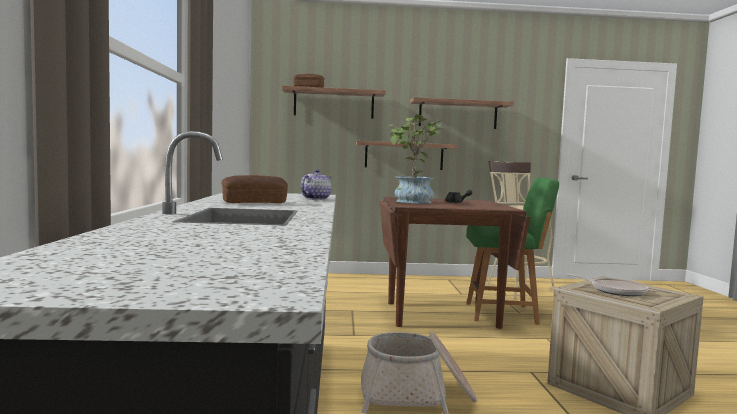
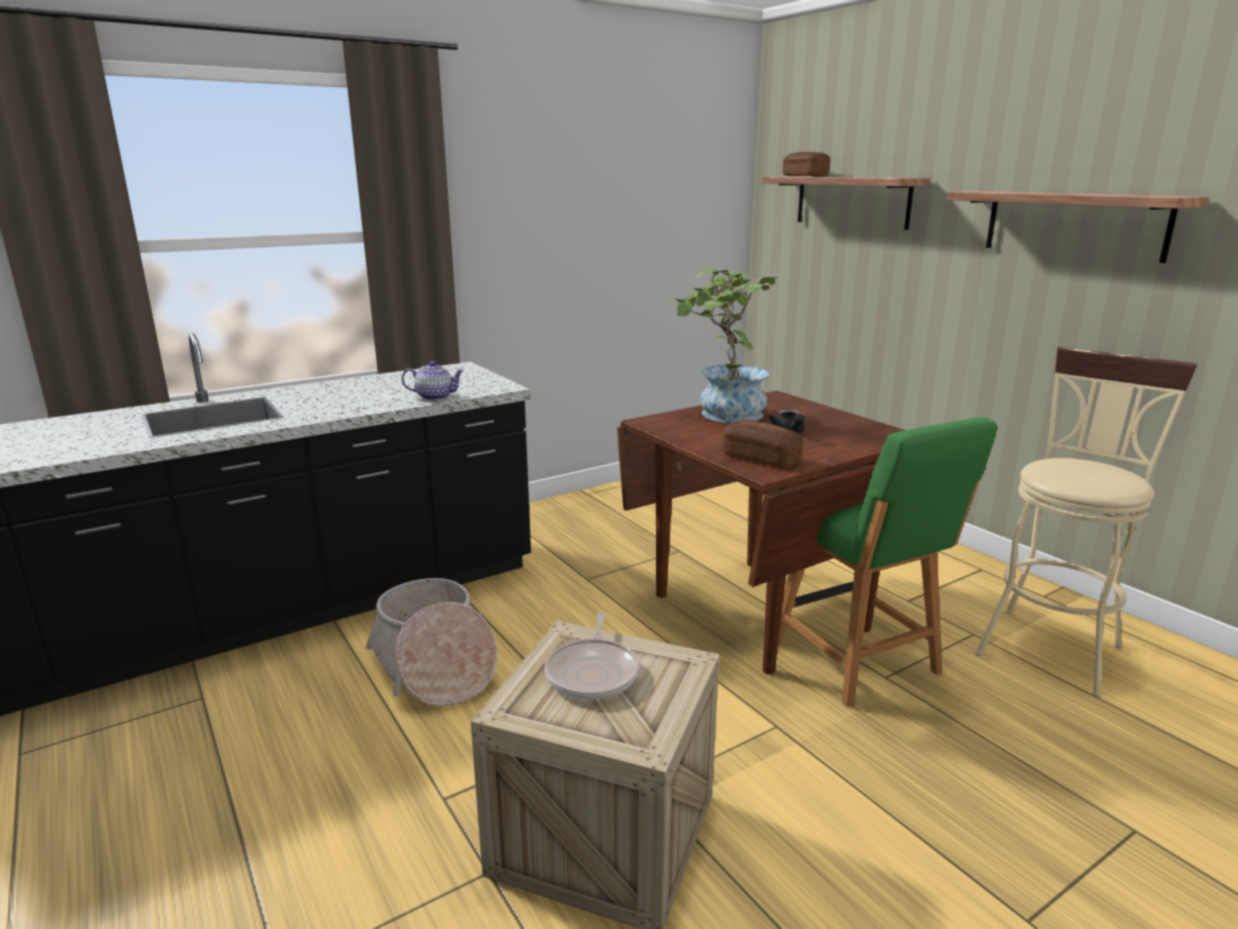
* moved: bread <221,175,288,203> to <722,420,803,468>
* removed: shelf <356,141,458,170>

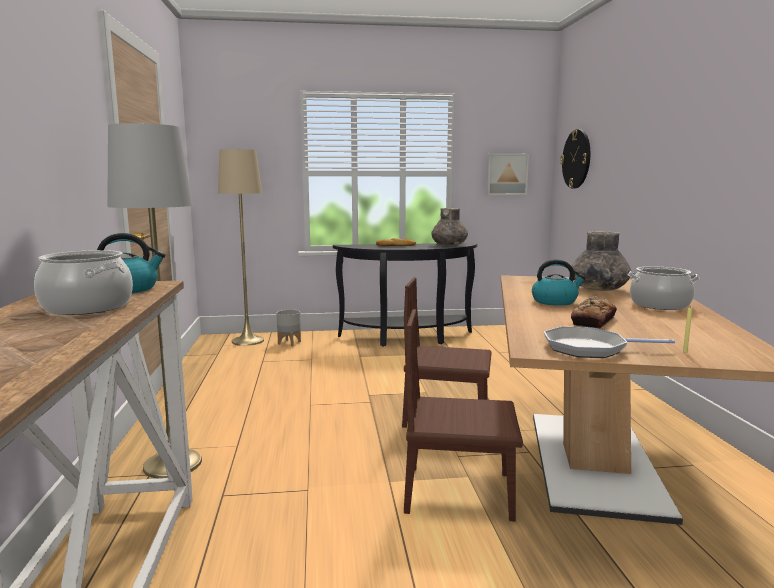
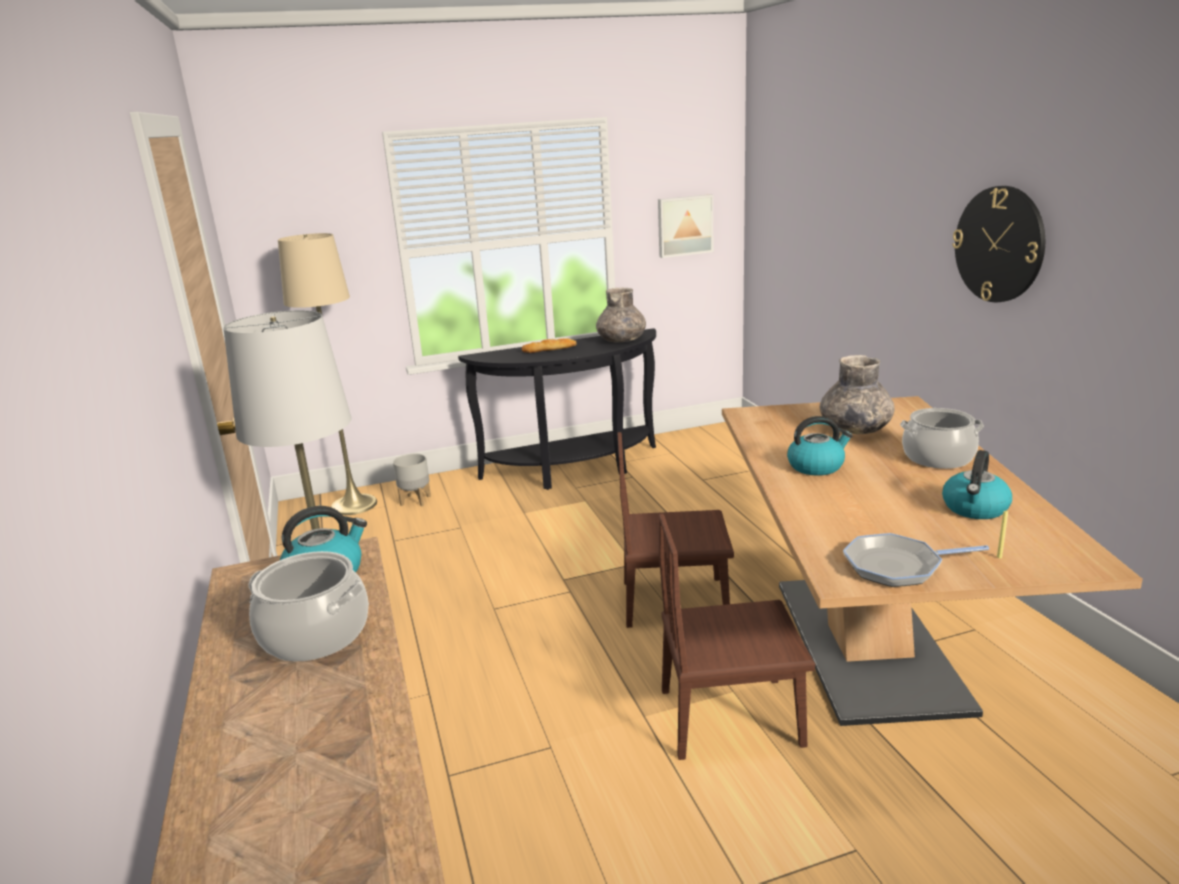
* moved: wall clock <560,129,590,189> to <952,186,1045,302>
* removed: bread <571,296,617,329>
* added: kettle <942,450,1012,519>

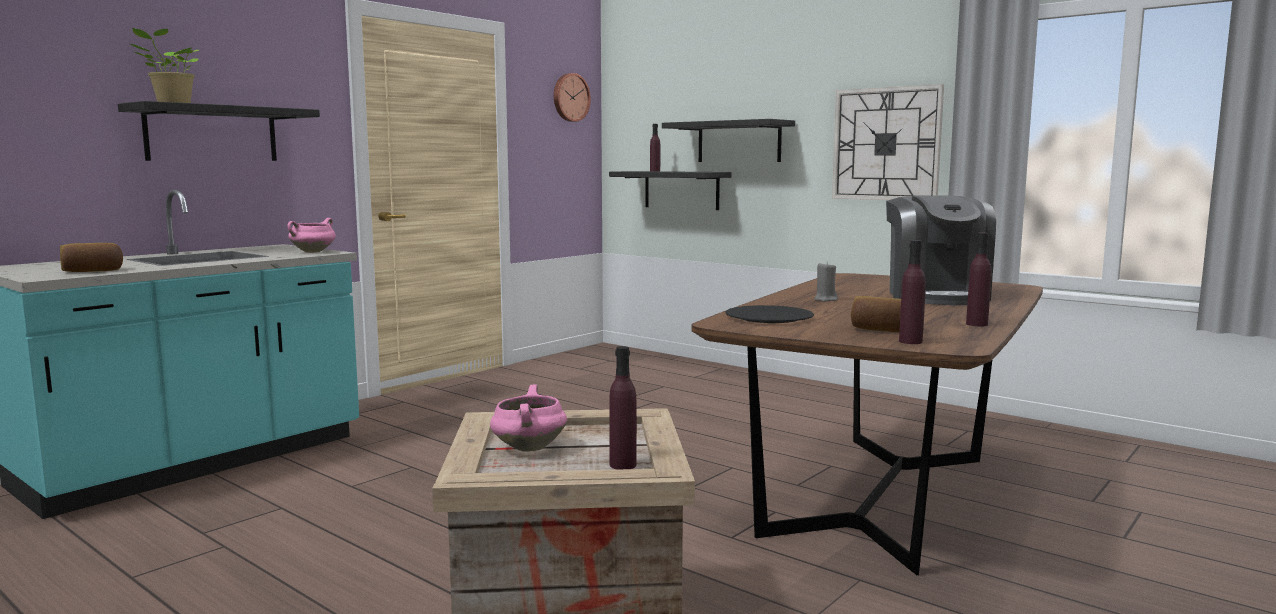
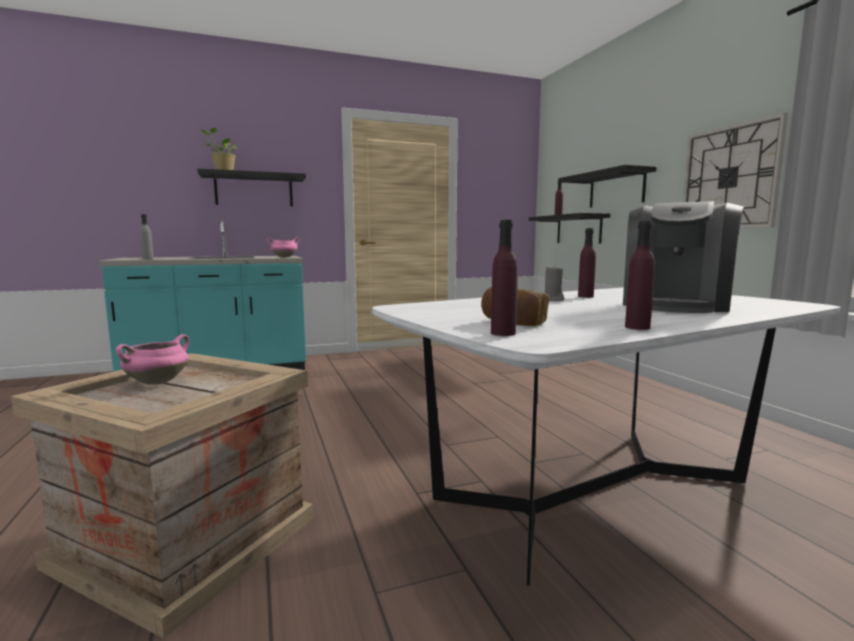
* replaced: bread <60,243,123,272> to grey bottle <140,214,154,259>
* removed: wall clock <554,73,591,122>
* moved: purple bottle <609,346,637,470> to <578,228,596,298>
* recoloured: brown dining table <691,273,1043,575> to white dining table <372,287,841,585>
* removed: black plate <725,305,814,323>

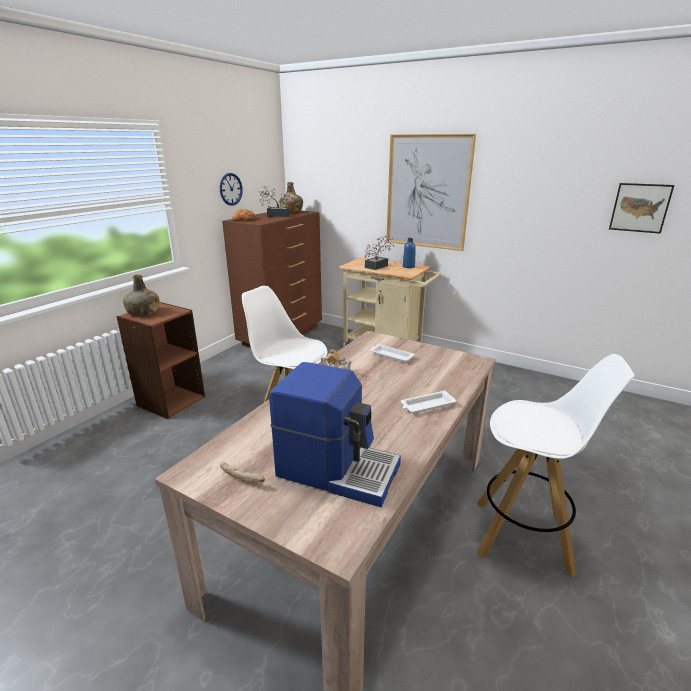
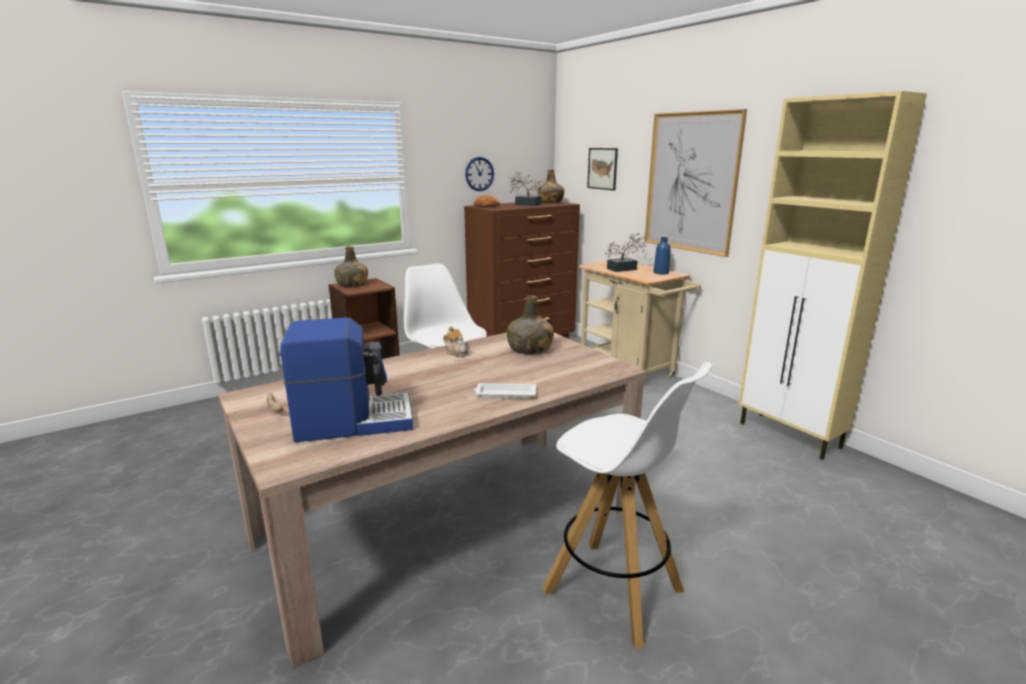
* turned: coffee machine <269,362,401,507> = <280,317,413,442> 60 degrees counterclockwise
* replaced: white tray <370,344,415,362> to green bottle <507,295,554,354>
* moved: picture <609,183,674,234> to <587,148,618,190>
* added: beige cabinet <739,91,927,460>

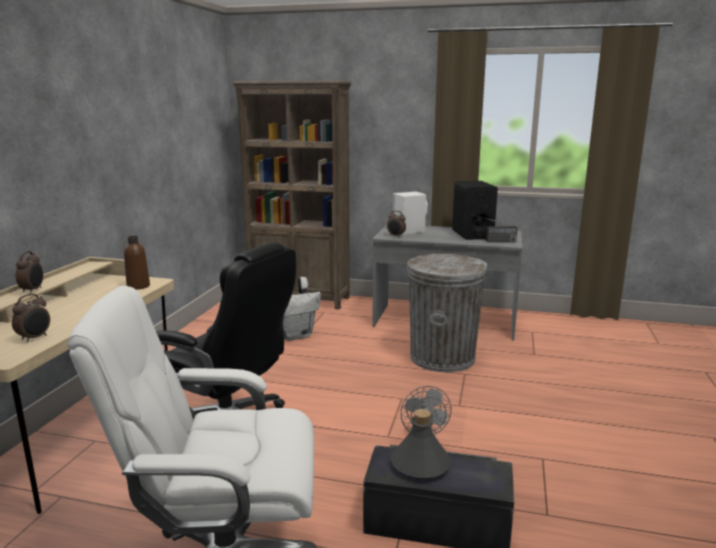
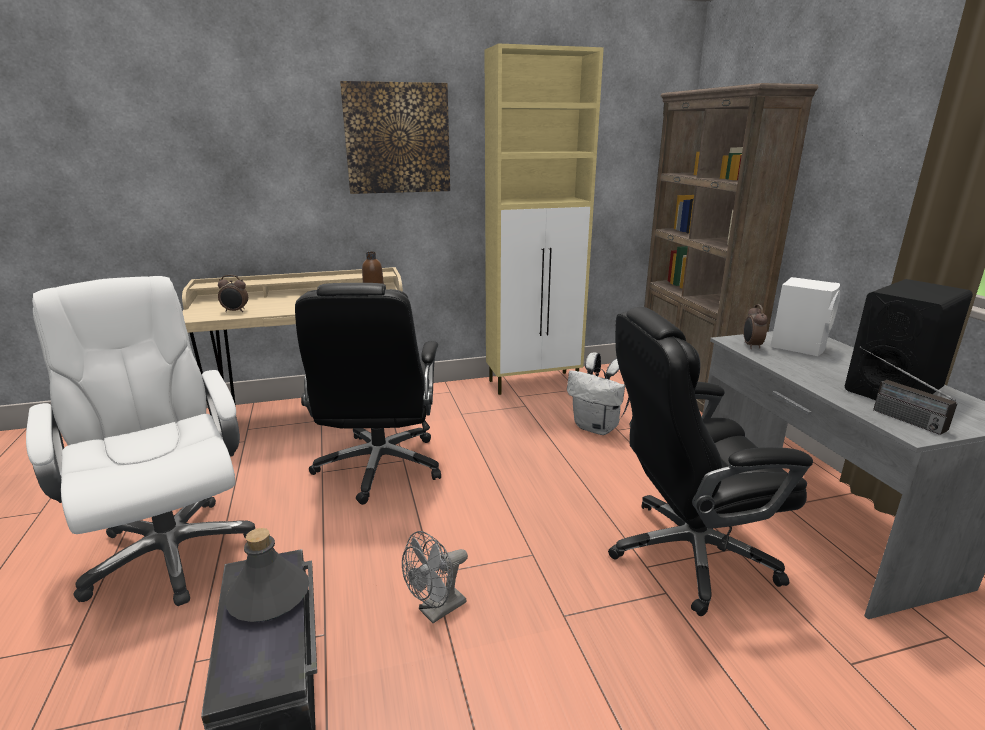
* removed: alarm clock <16,251,43,293>
* replaced: grey trash can <407,254,487,372> to black office chair <608,307,813,616>
* added: picture <340,81,450,194>
* added: beige cabinet <485,43,604,395>

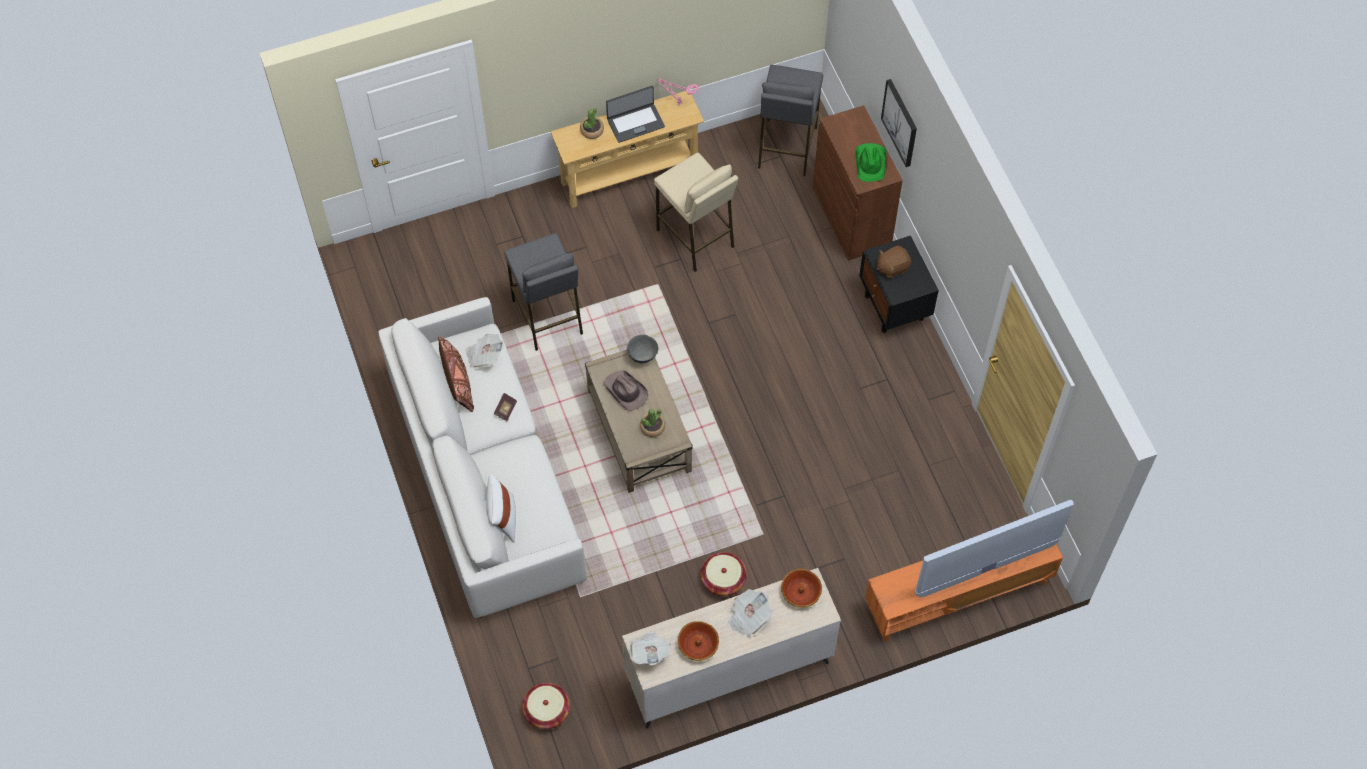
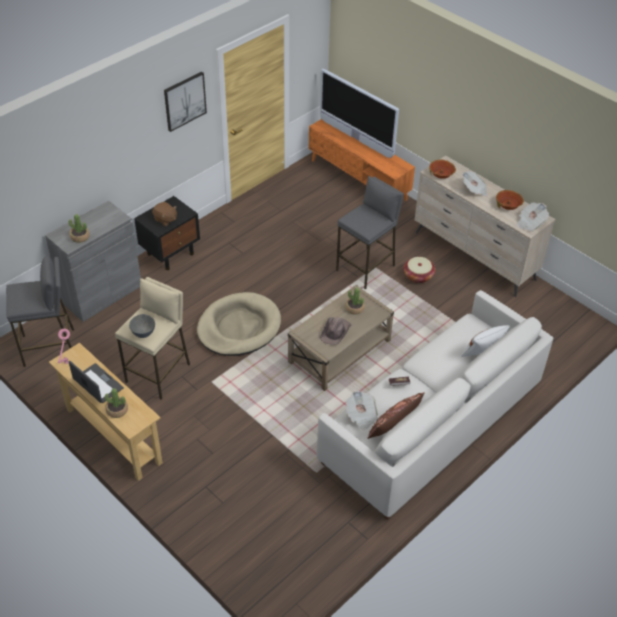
* moved: grey stool <504,233,583,351> to <336,176,404,289>
* removed: basket <522,683,570,729>
* moved: grey bowl <627,335,658,363> to <129,314,155,338>
* recoloured: brown cabinet <813,105,903,261> to grey cabinet <45,201,141,322>
* removed: green hat <856,143,887,182>
* moved: picture <881,79,917,167> to <164,72,207,132>
* added: potted plant <69,214,90,243>
* added: beige dog bed <197,292,281,356>

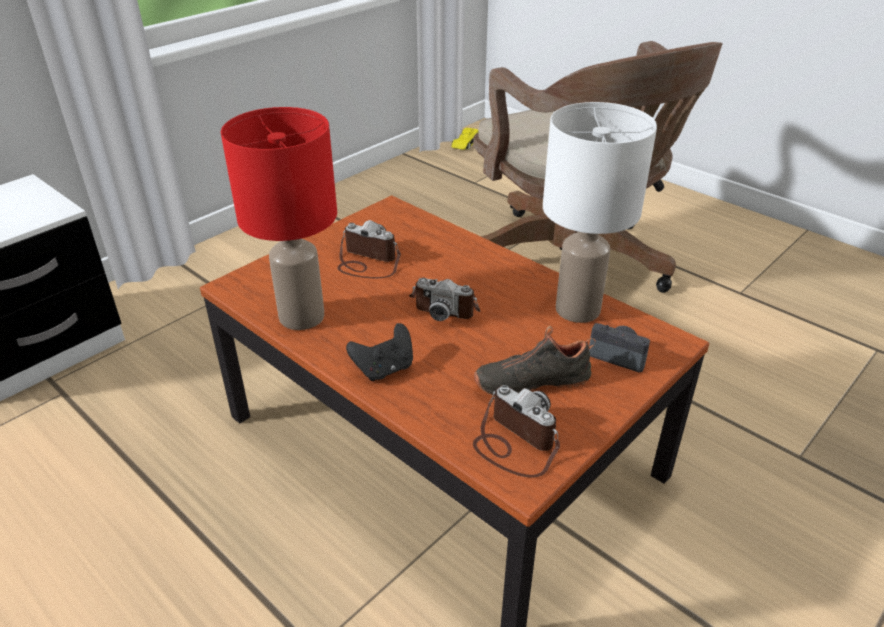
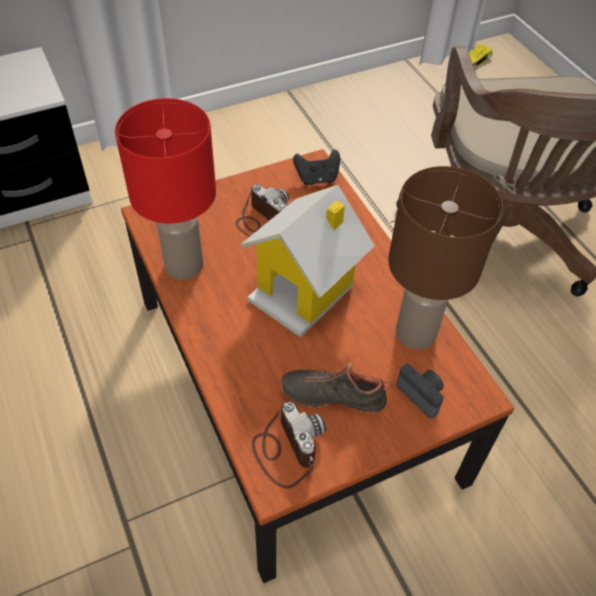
* moved: black game controller <346,323,413,381> to <293,149,340,185>
* replaced: photo camera <409,278,480,321> to toy house <240,185,375,337>
* recoloured: white table lamp <543,102,657,323> to brown table lamp <388,166,503,349>

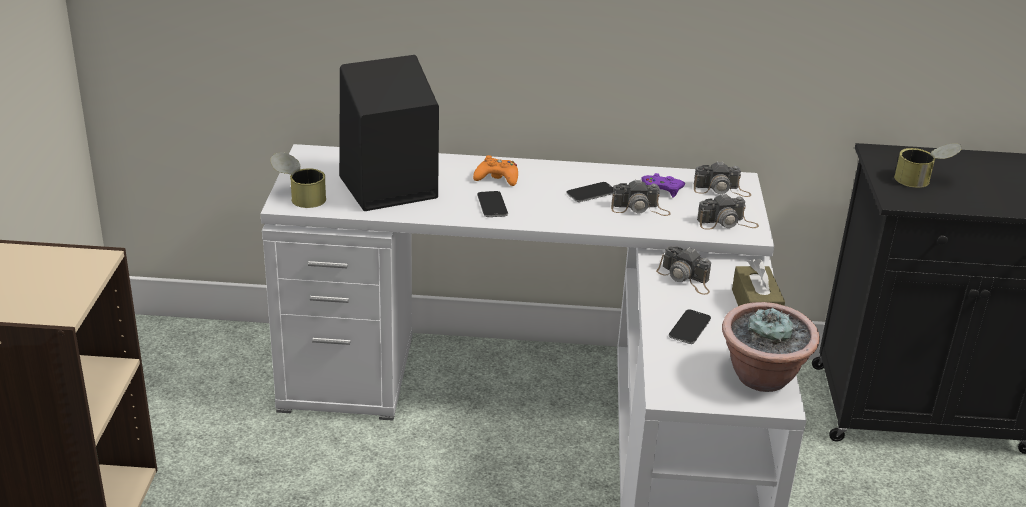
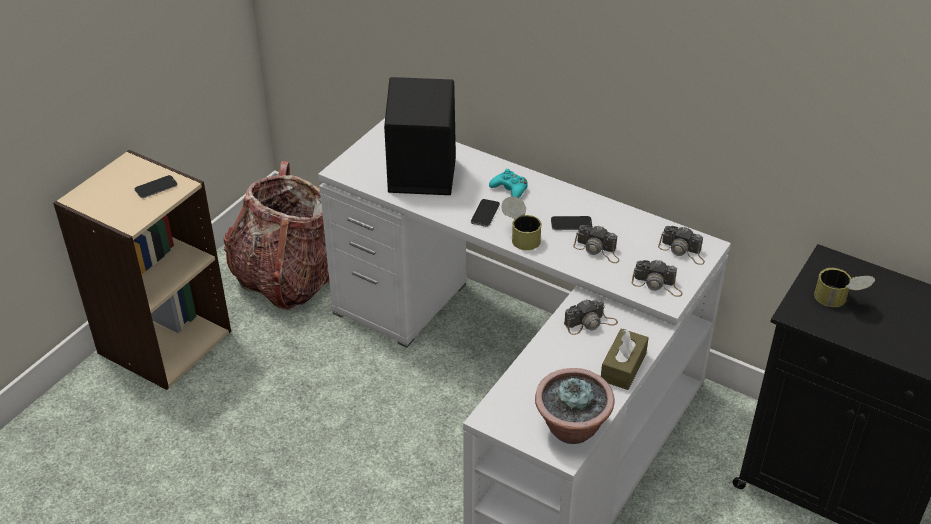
* moved: can <270,152,326,208> to <501,196,542,250>
* recoloured: orange game controller <473,155,518,186> to turquoise game controller <489,169,528,198>
* removed: purple game controller <641,173,685,198>
* turned: photo camera <656,246,711,295> = <564,299,618,335> 90 degrees counterclockwise
* moved: phone <669,309,711,344> to <135,175,178,198>
* added: backpack <223,161,329,310>

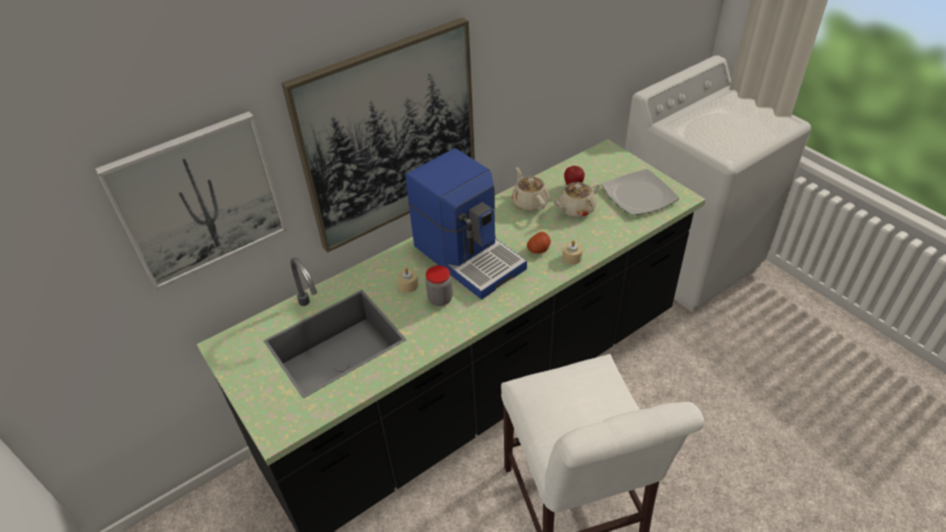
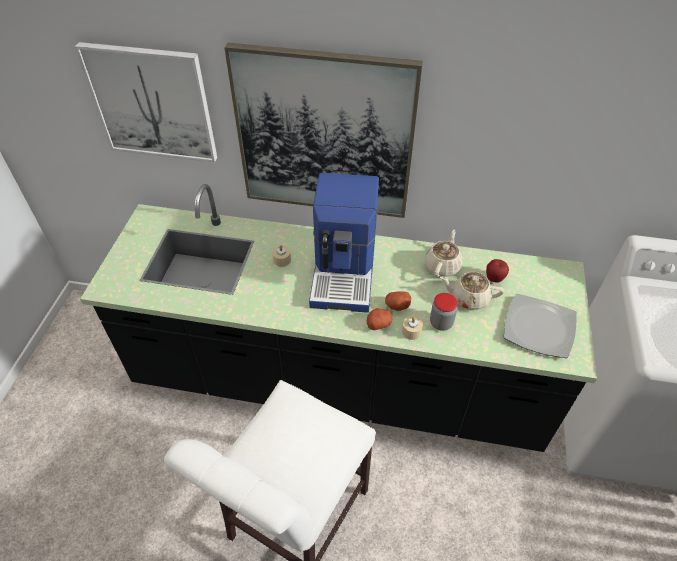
* moved: jar <425,265,453,306> to <430,293,458,331>
* added: potato <367,308,392,330>

